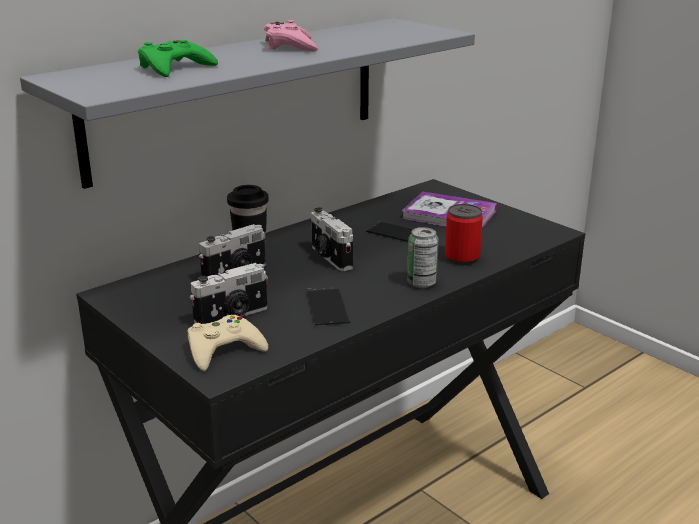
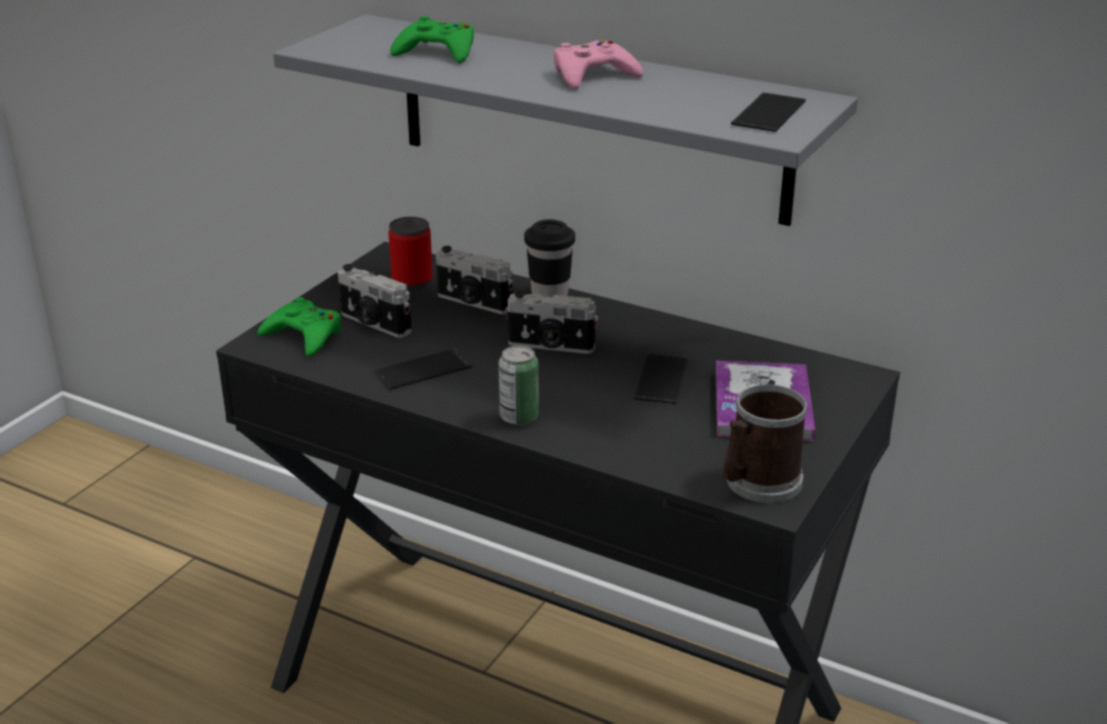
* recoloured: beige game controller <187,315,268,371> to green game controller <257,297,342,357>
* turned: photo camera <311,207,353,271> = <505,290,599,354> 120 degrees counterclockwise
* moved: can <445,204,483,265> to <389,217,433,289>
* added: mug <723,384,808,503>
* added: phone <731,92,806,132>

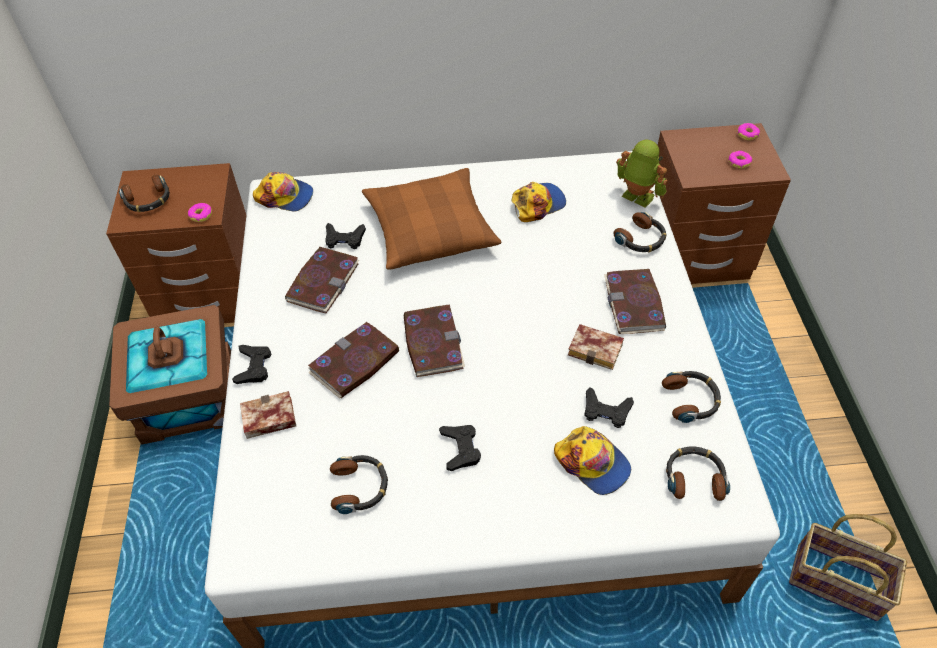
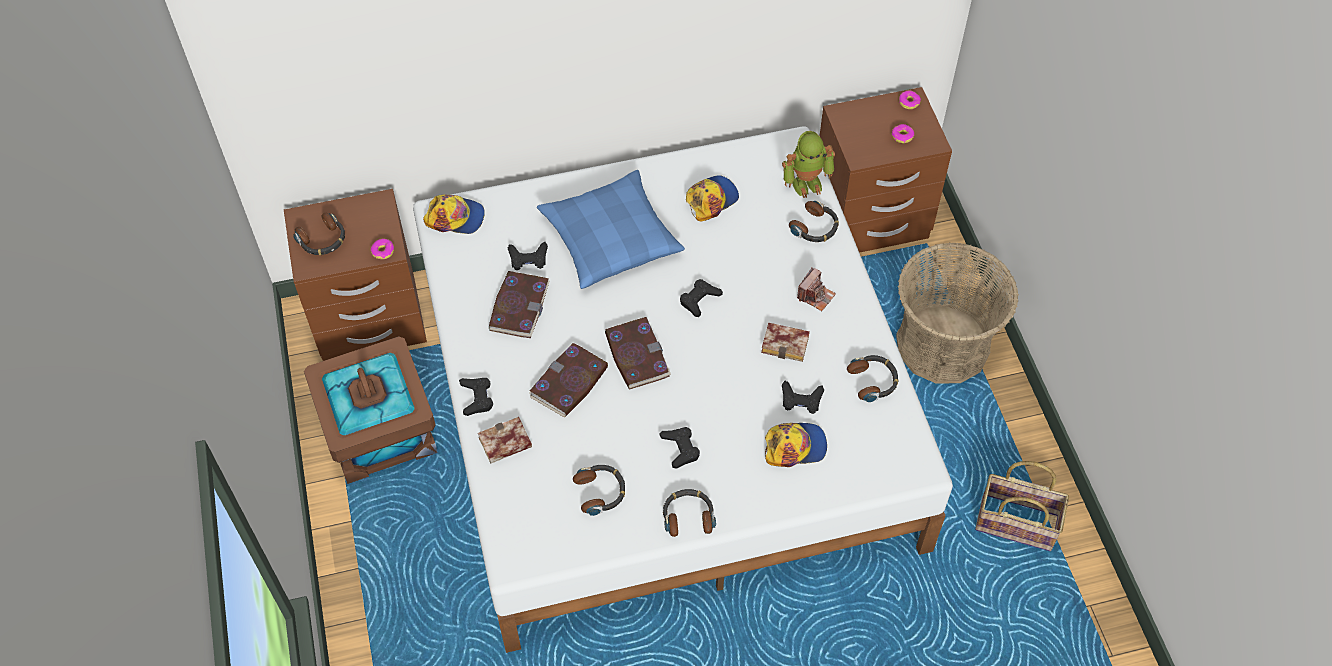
* recoloured: brown pillow <362,168,502,270> to blue pillow <537,170,685,289>
* turned: cap <554,426,631,495> = <765,423,827,467> 45 degrees counterclockwise
* replaced: book <604,269,666,334> to photo camera <797,267,836,311>
* turned: toy robot <616,140,668,207> = <782,131,835,198> 135 degrees clockwise
* moved: headphones <666,446,730,501> to <663,489,716,537>
* added: black game controller <680,279,723,317>
* added: basket <896,243,1019,384>

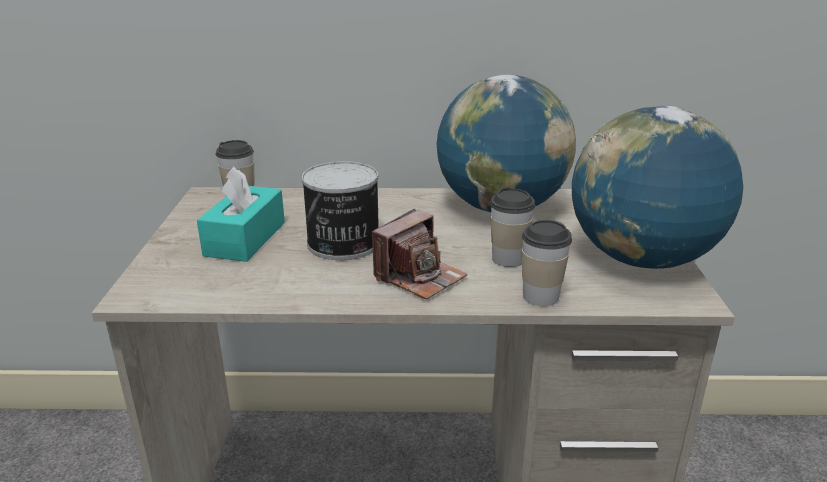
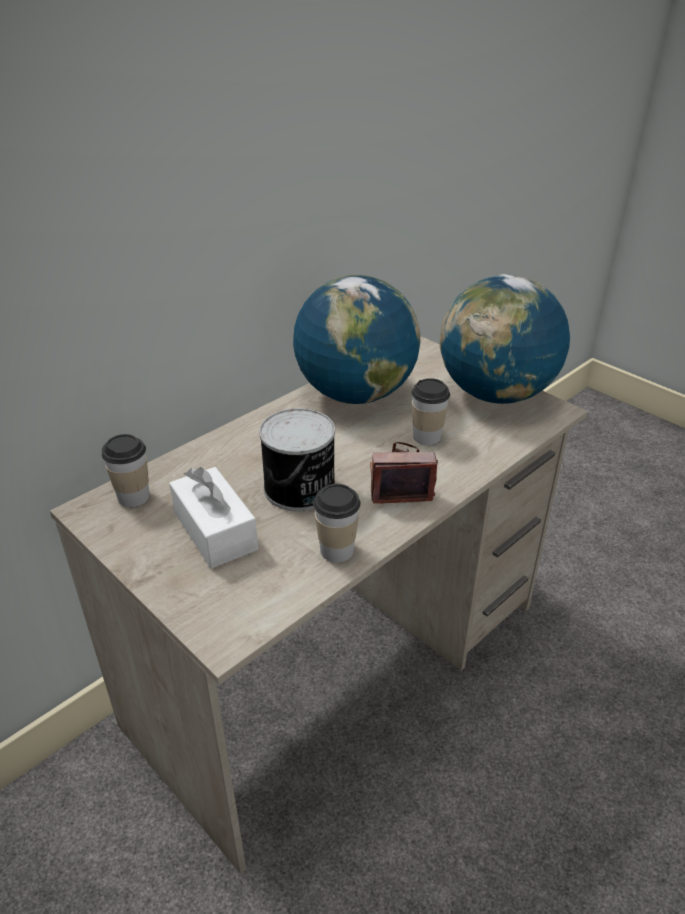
* recoloured: turquoise tissue box <197,167,285,262> to white tissue box <169,467,258,569>
* turned: photo camera <372,209,468,300> = <370,441,438,504> 90 degrees counterclockwise
* moved: cup <522,220,572,306> to <313,484,360,562>

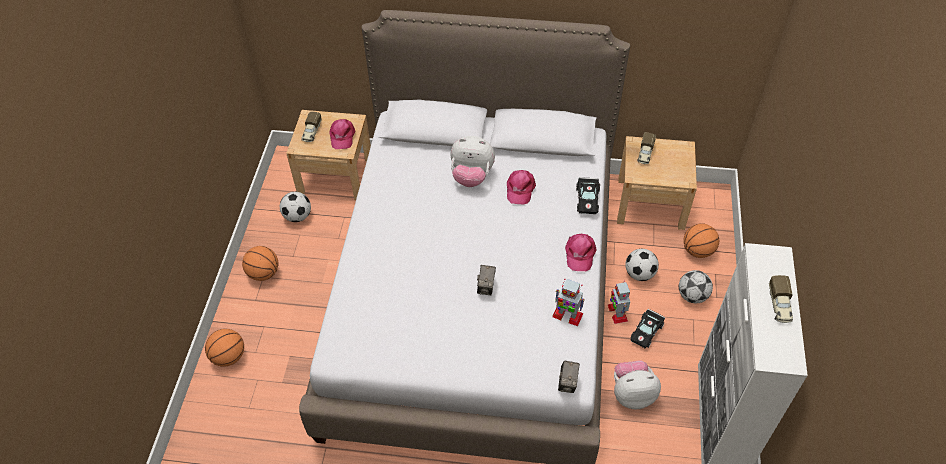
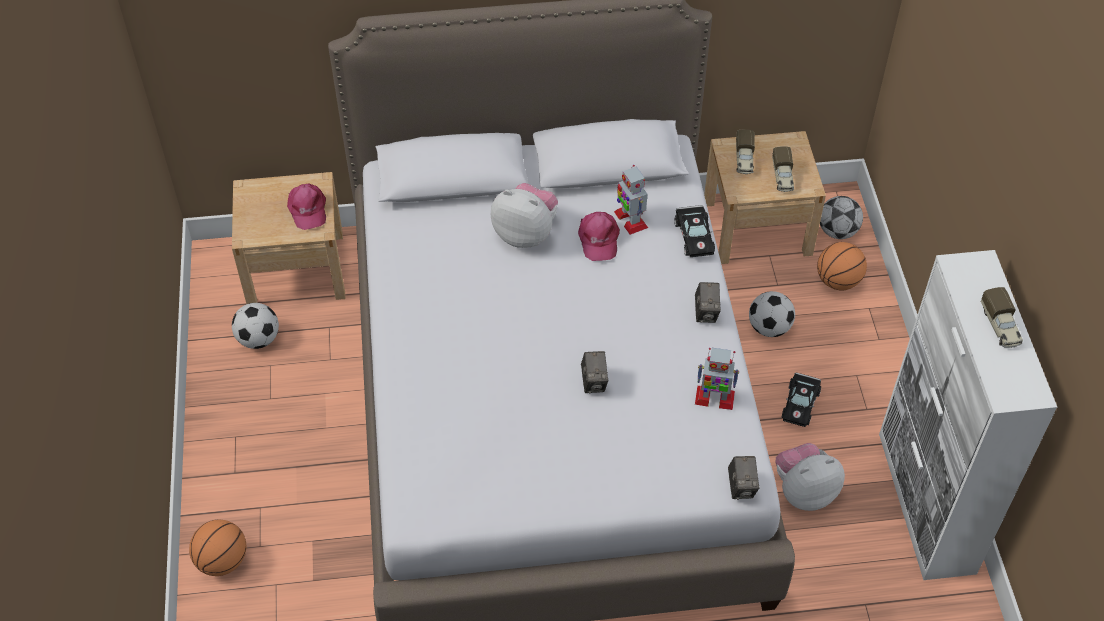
* removed: basketball <242,246,278,281>
* moved: toy truck <302,112,322,142> to <772,146,794,192>
* turned: plush toy <450,136,495,187> = <491,183,558,248> 150 degrees counterclockwise
* replaced: pink cap <565,234,597,271> to photo camera <695,282,721,323>
* moved: toy robot <608,281,630,324> to <614,165,648,235>
* moved: football <679,270,713,304> to <820,196,863,239>

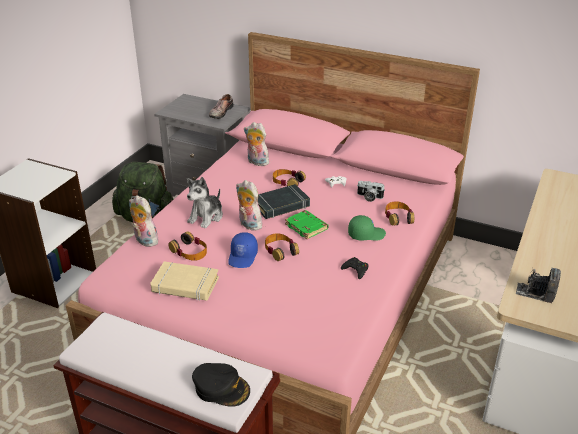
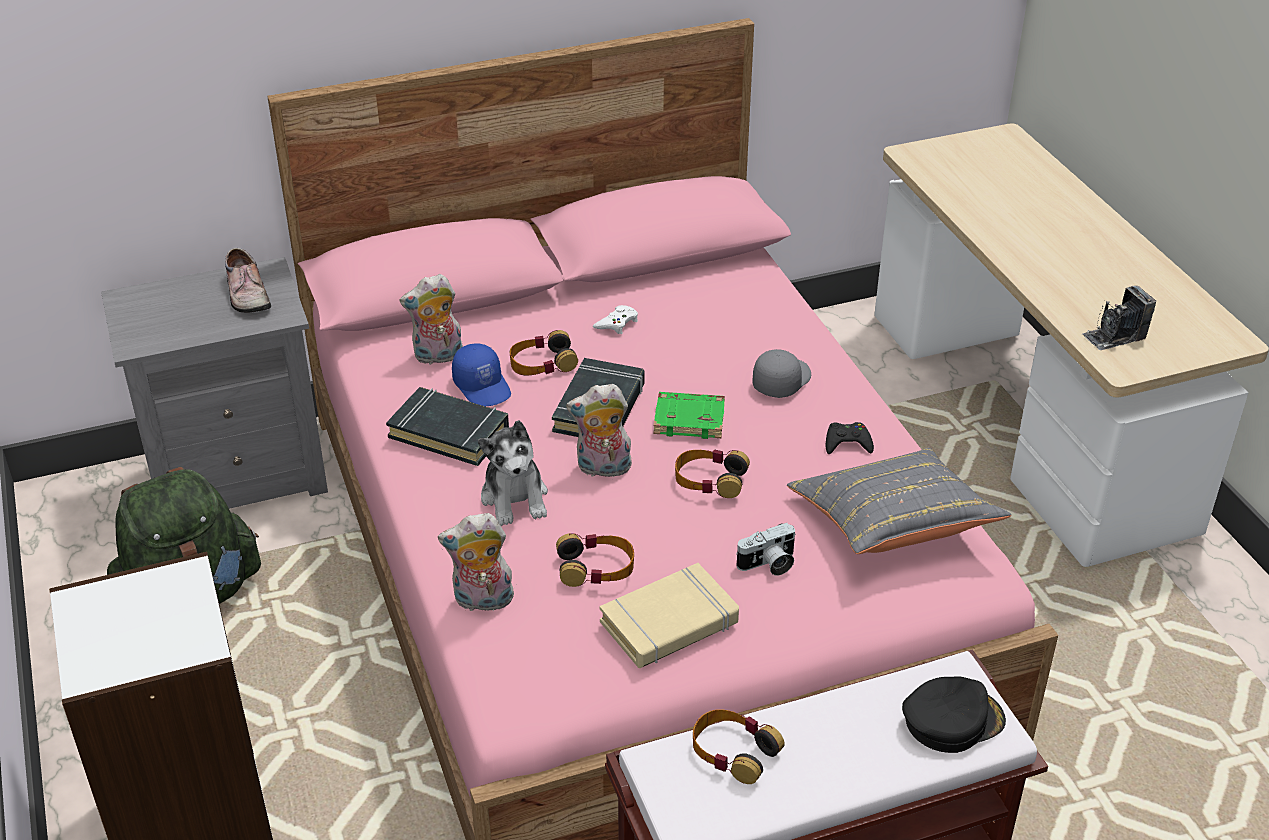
* moved: blue cap <228,232,258,268> to <452,343,511,407>
* recoloured: green cap <348,215,386,241> to grey cap <752,349,811,398>
* moved: photo camera <357,181,384,202> to <736,523,795,576>
* moved: headphones <385,201,414,226> to <693,709,785,784>
* added: black book <386,387,509,466>
* added: grey pillow <787,448,1011,554>

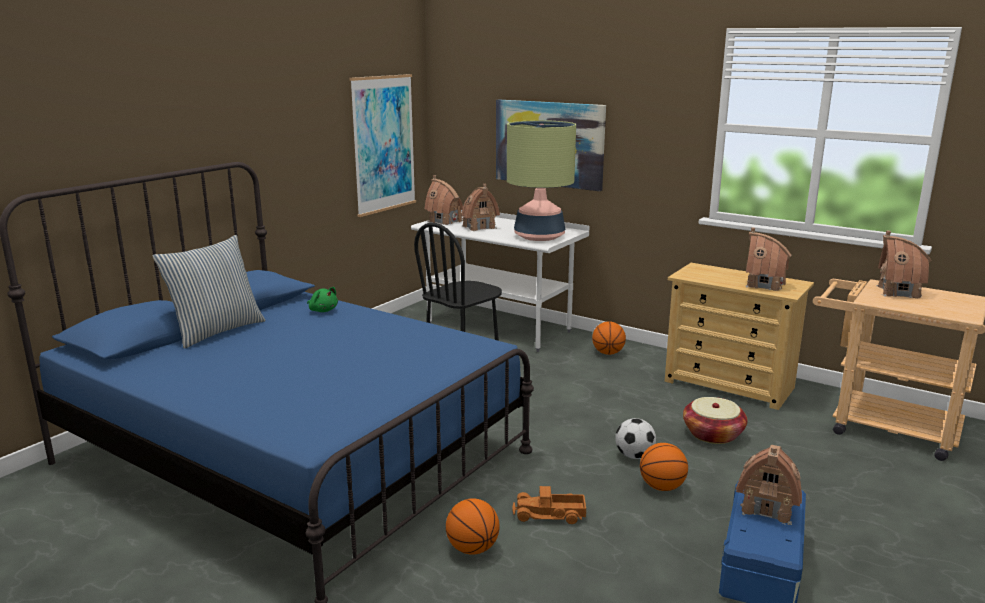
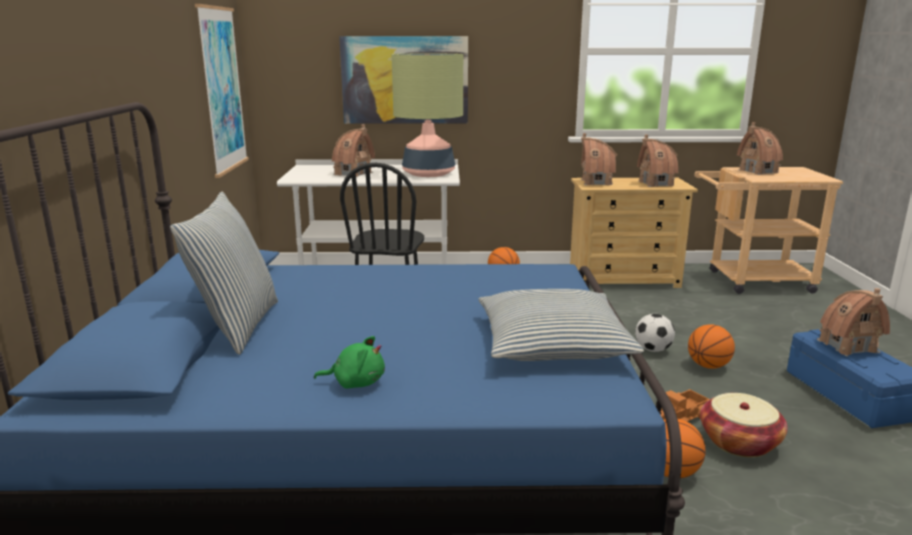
* moved: green plush toy <307,287,338,312> to <314,336,385,389>
* moved: toy house <425,175,463,225> to <581,133,617,185>
* moved: basket <683,397,747,444> to <700,393,788,457>
* added: pillow <479,289,644,361>

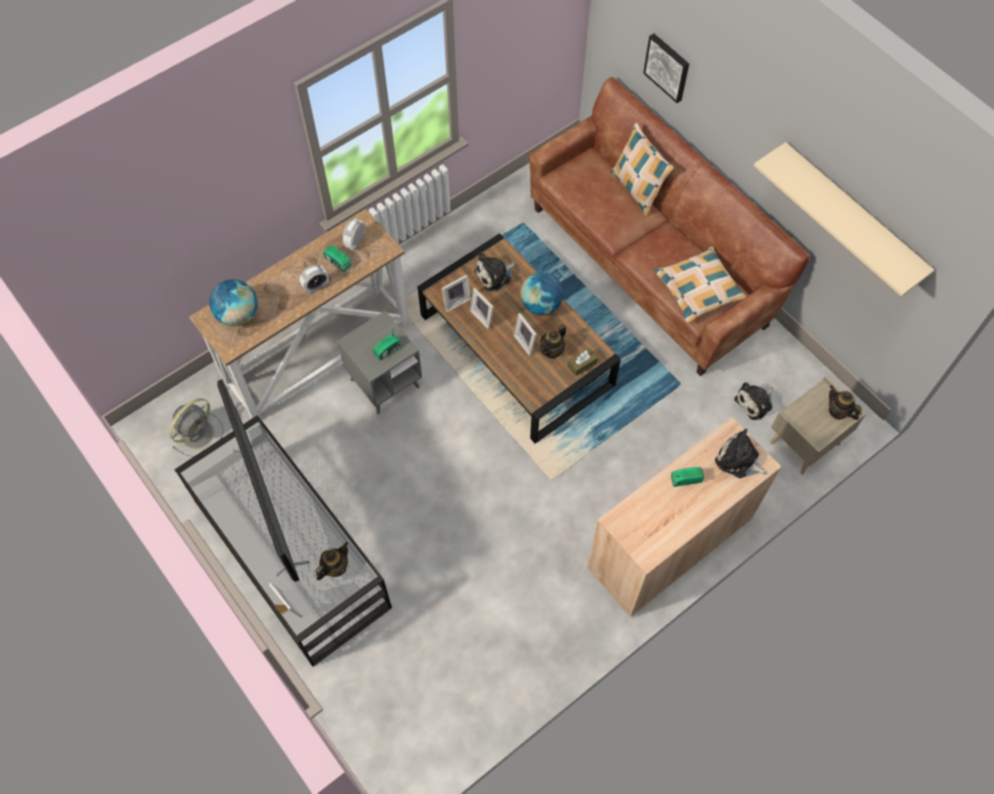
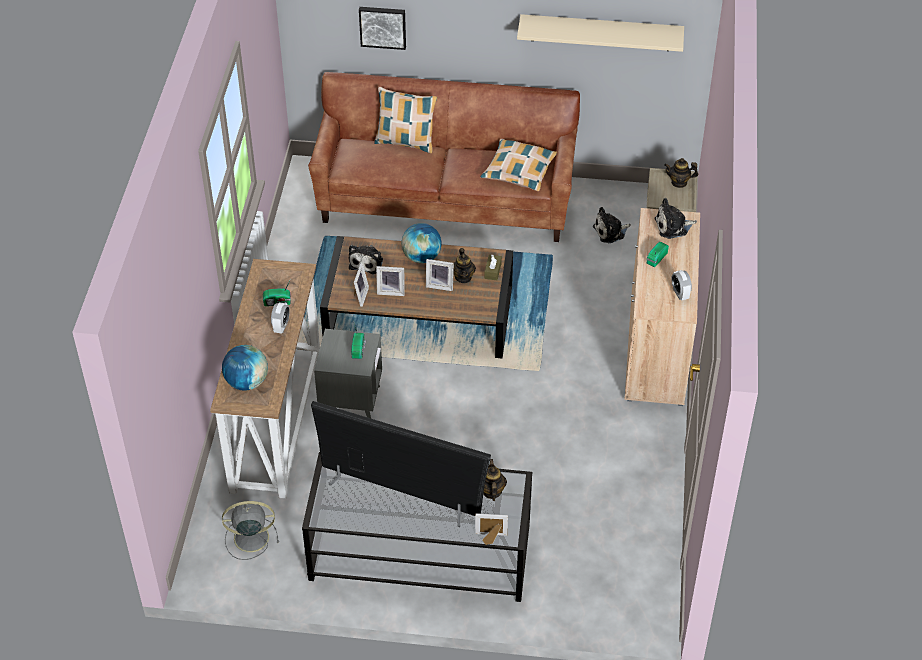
* turned: grey fan <169,398,223,457> = <222,501,279,560> 90 degrees counterclockwise
* moved: alarm clock <342,219,365,250> to <671,270,692,301>
* turned: plush toy <734,382,773,420> = <593,207,631,243> 60 degrees clockwise

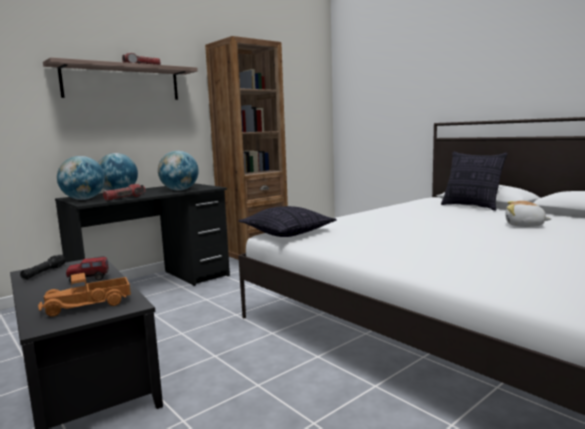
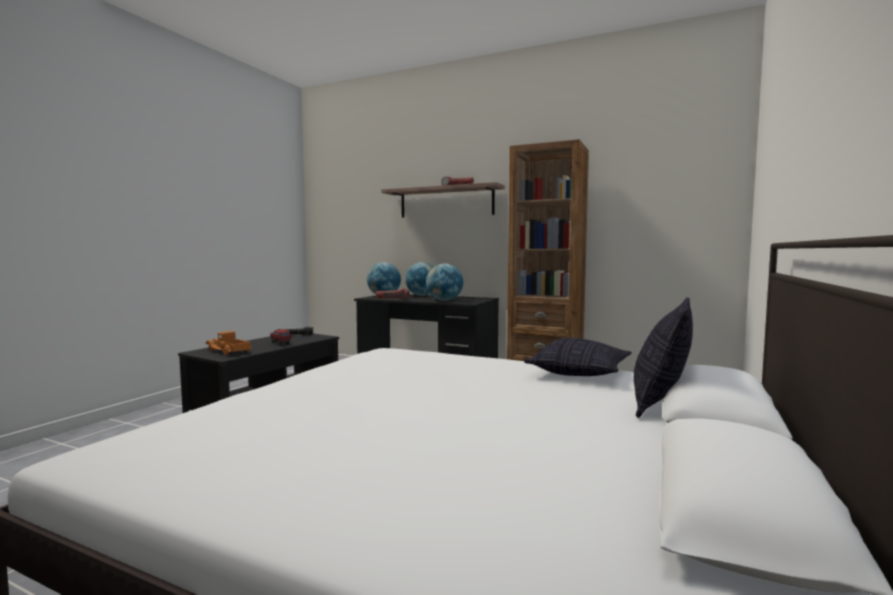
* moved: pillow <238,206,337,237> to <524,338,632,376>
* removed: plush toy <505,201,551,227>

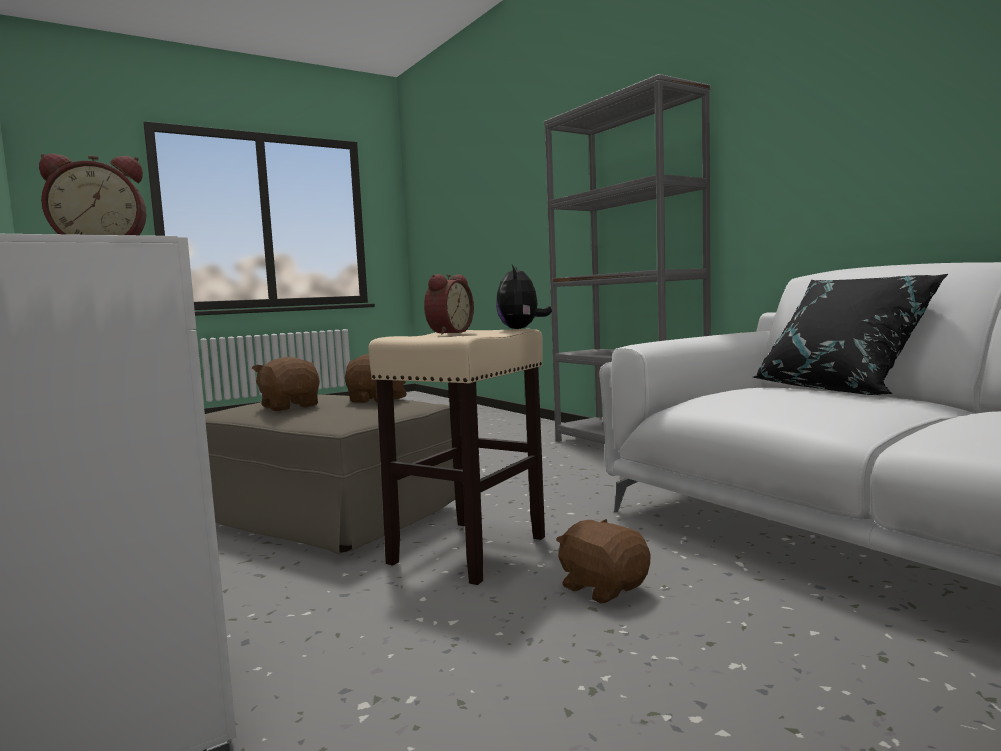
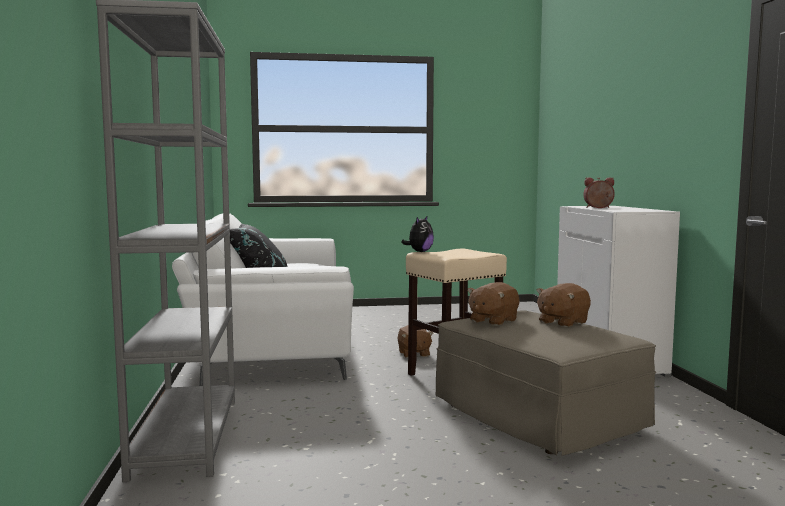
* turned: brown plush toy <252,357,320,411> = <536,283,591,327> 60 degrees clockwise
* removed: alarm clock <424,274,474,335>

